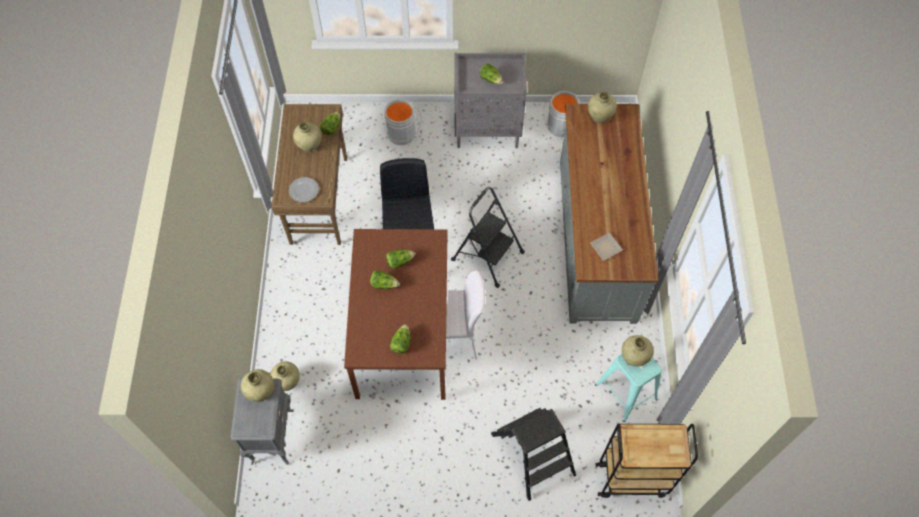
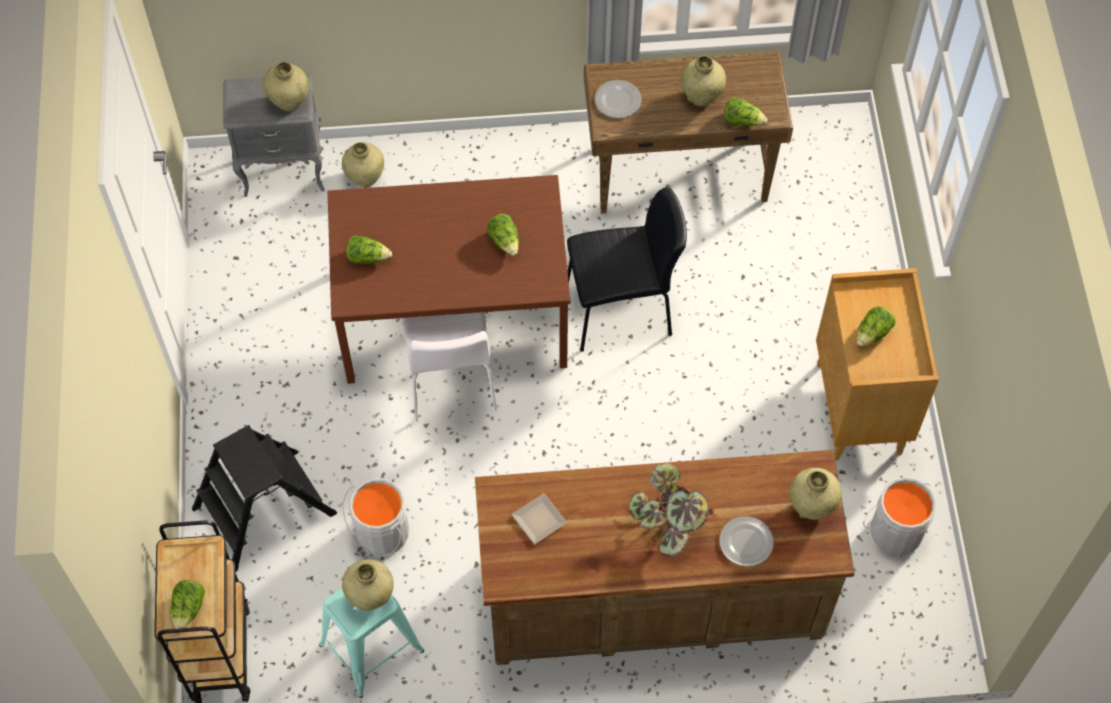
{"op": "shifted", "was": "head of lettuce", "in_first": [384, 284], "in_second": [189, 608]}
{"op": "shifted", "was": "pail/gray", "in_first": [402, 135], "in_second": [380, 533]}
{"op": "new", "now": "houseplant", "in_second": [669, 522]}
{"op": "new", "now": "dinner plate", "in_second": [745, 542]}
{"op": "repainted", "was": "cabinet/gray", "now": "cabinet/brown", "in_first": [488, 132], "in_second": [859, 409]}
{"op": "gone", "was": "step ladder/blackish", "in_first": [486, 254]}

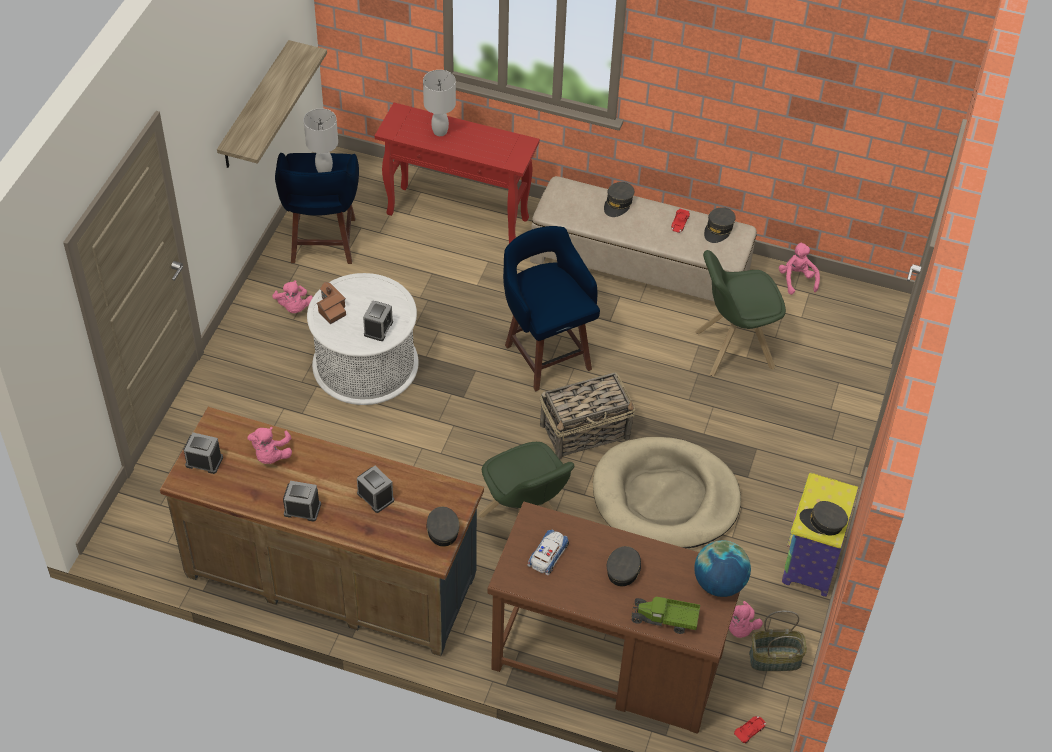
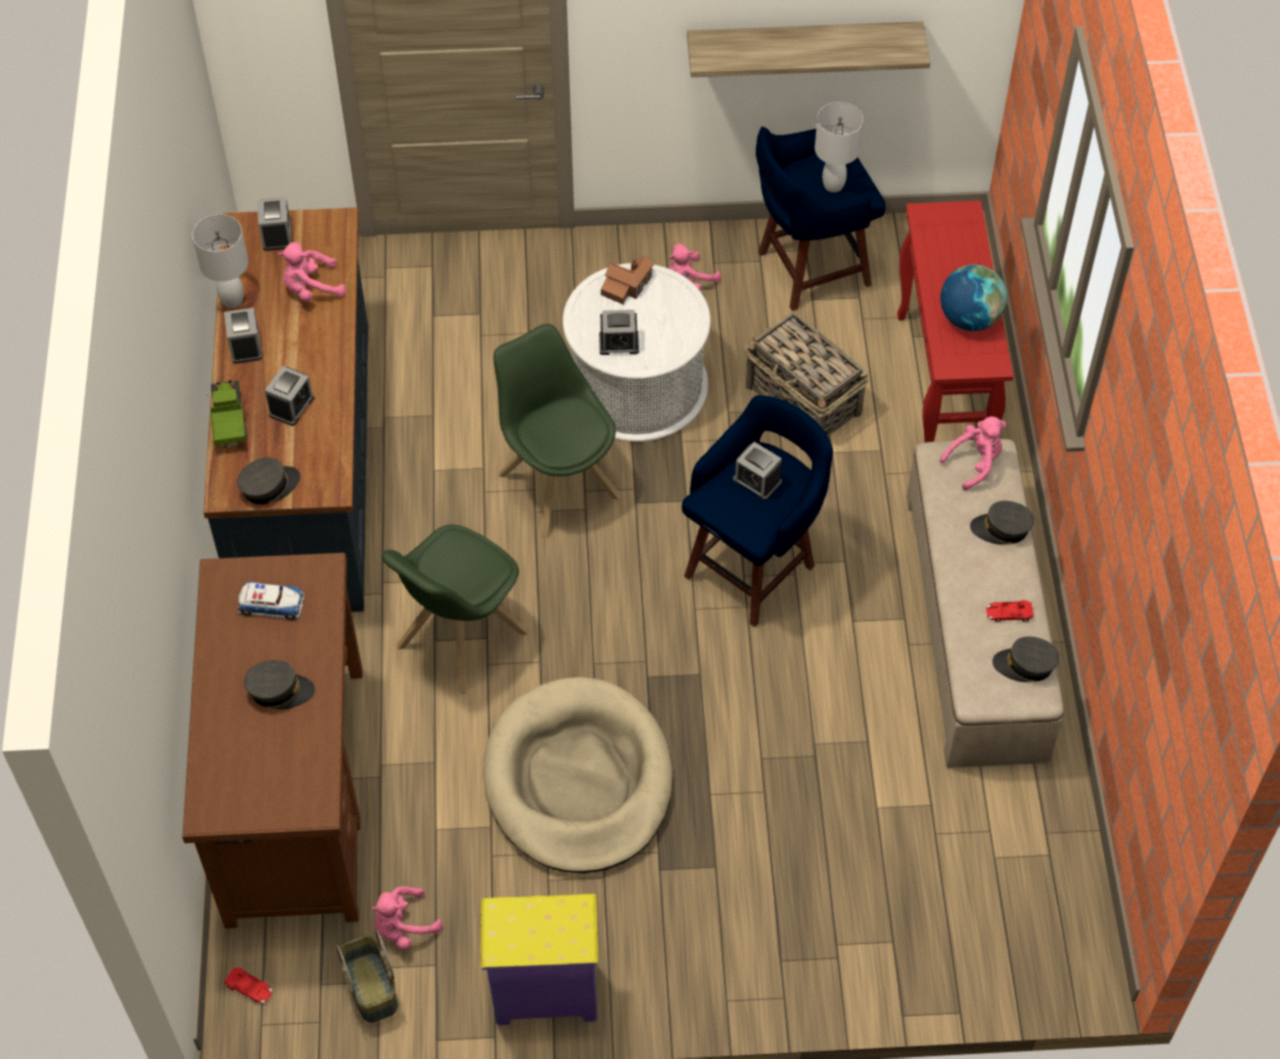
{"op": "shifted", "was": "table lamp/white-coloured", "in_first": [439, 131], "in_second": [233, 299]}
{"op": "shifted", "was": "model truck", "in_first": [665, 620], "in_second": [229, 421]}
{"op": "shifted", "was": "plain chair/greenish", "in_first": [733, 349], "in_second": [557, 485]}
{"op": "new", "now": "table clock", "in_second": [757, 481]}
{"op": "shifted", "was": "household basket", "in_first": [586, 431], "in_second": [804, 401]}
{"op": "shifted", "was": "soft toy/pink", "in_first": [797, 279], "in_second": [975, 463]}
{"op": "shifted", "was": "desk globe", "in_first": [719, 583], "in_second": [969, 318]}
{"op": "gone", "was": "cap/gray", "in_first": [823, 522]}

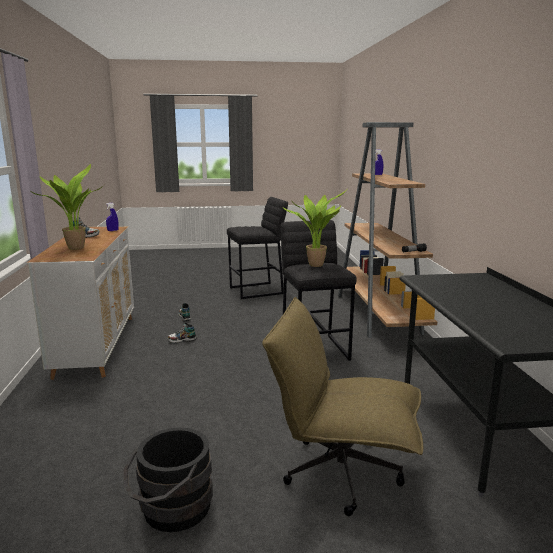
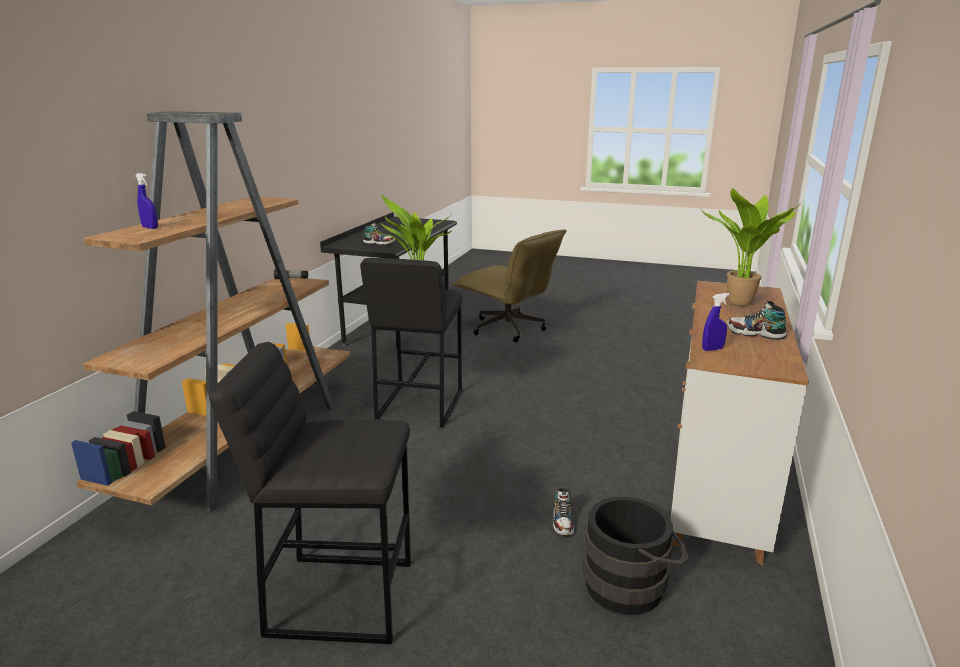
{"op": "shifted", "was": "shoe", "in_first": [182, 340], "in_second": [379, 243]}
{"op": "shifted", "was": "pail/blackish", "in_first": [170, 510], "in_second": [631, 585]}

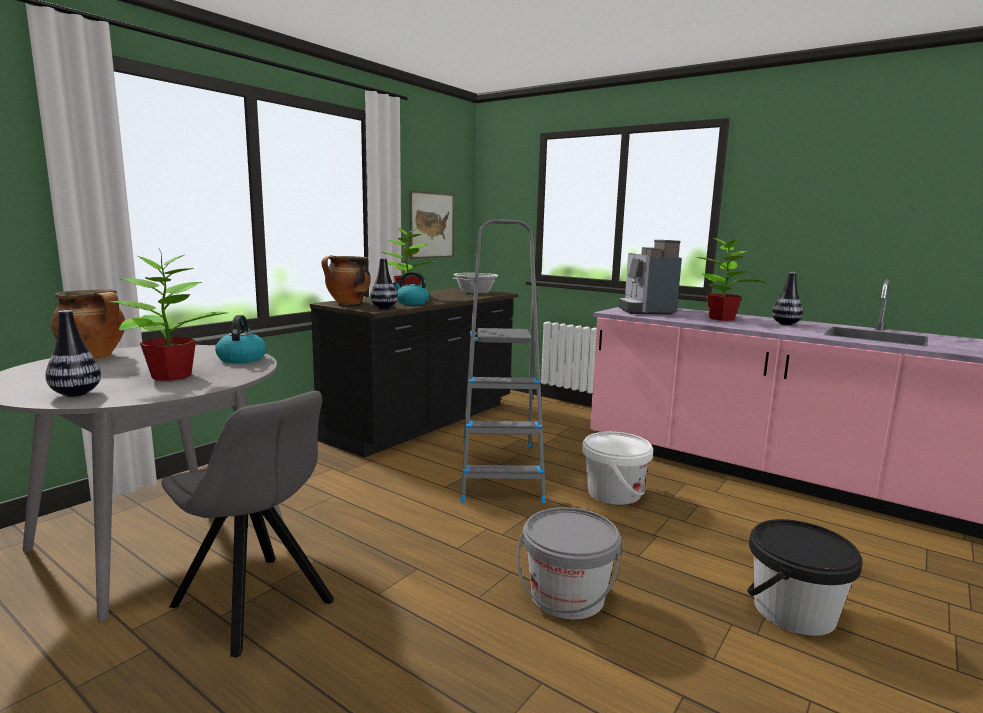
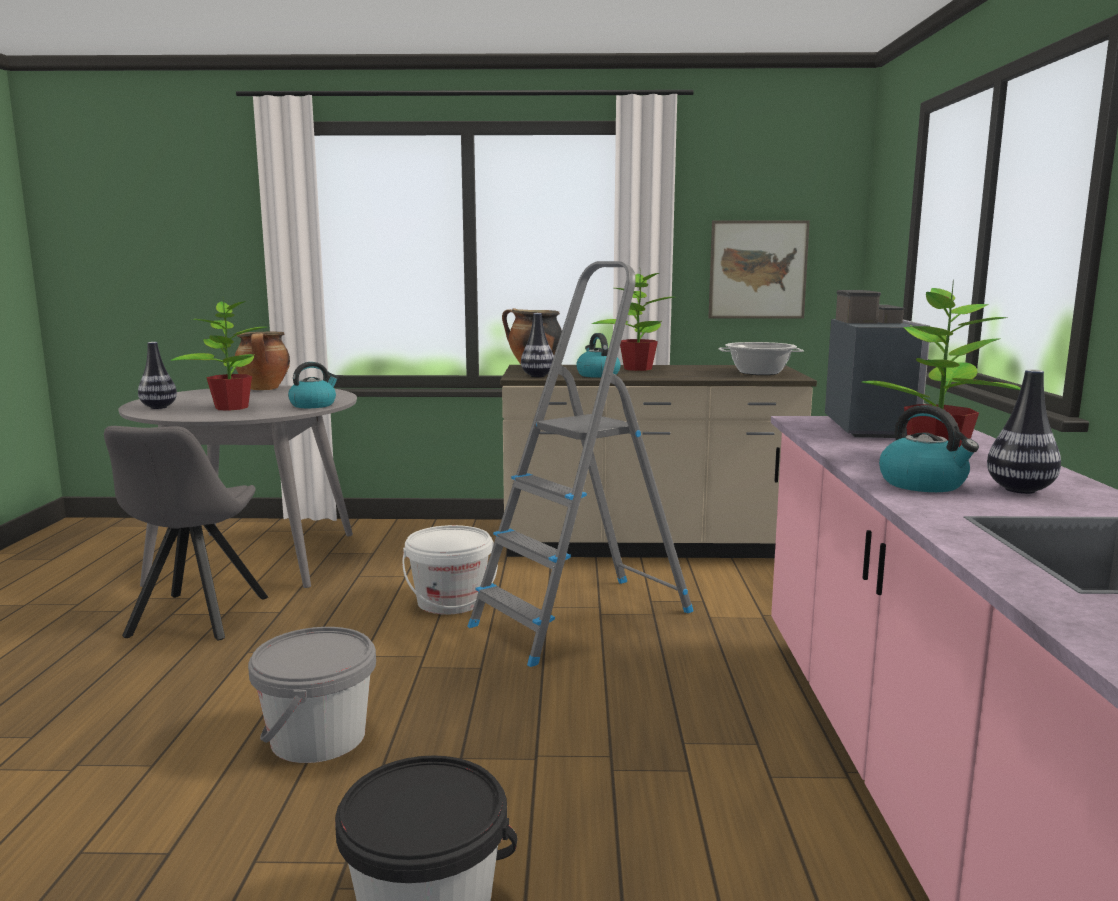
{"op": "shifted", "was": "pail/white-coloured", "in_first": [614, 493], "in_second": [450, 602]}
{"op": "repainted", "was": "kitchen base unit/blackish", "now": "kitchen base unit/sand-coloured", "in_first": [424, 422], "in_second": [648, 546]}
{"op": "rotated", "was": "coffee maker", "in_first": [646, 311], "in_second": [876, 427], "clockwise": 135}
{"op": "new", "now": "kettle", "in_second": [924, 484]}

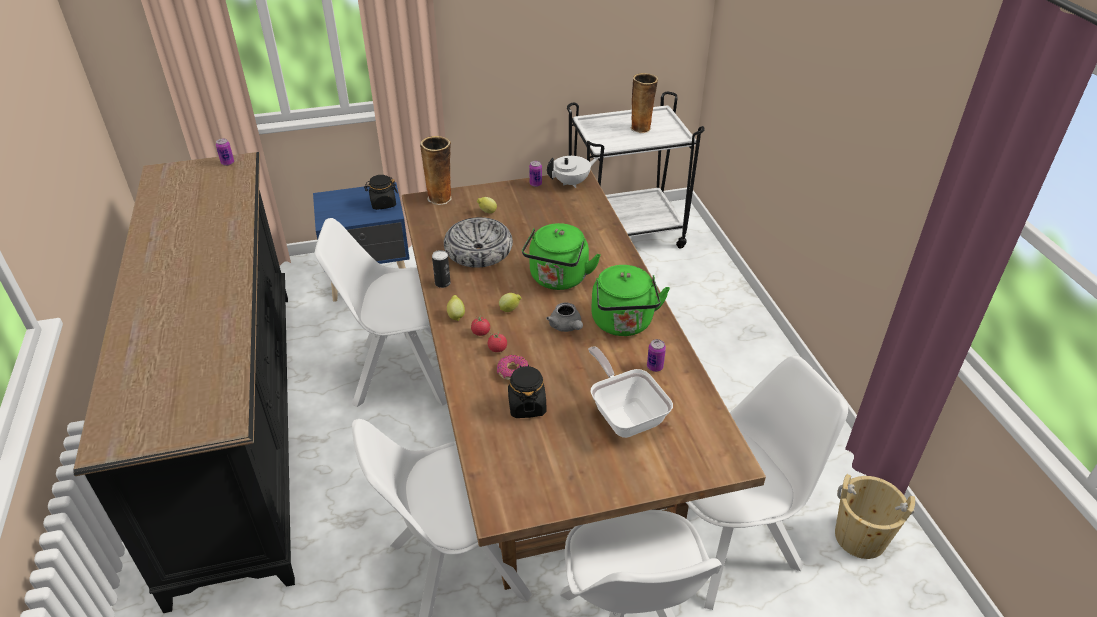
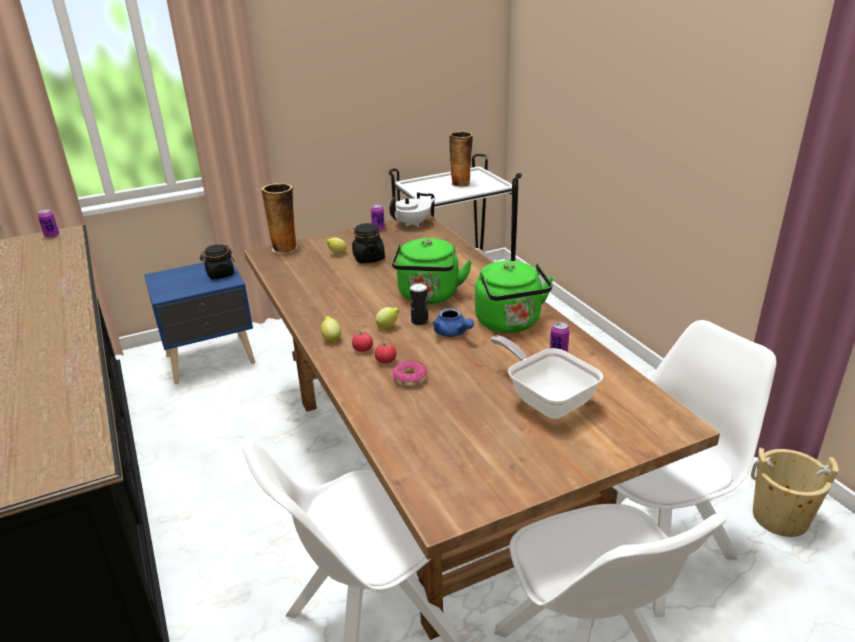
{"op": "shifted", "was": "preserve jar/blackish", "in_first": [527, 406], "in_second": [368, 258]}
{"op": "shifted", "was": "can", "in_first": [442, 283], "in_second": [419, 321]}
{"op": "repainted", "was": "pot for tea/gray", "now": "pot for tea/bluish", "in_first": [566, 327], "in_second": [452, 333]}
{"op": "gone", "was": "plain chair/white-coloured", "in_first": [401, 373]}
{"op": "gone", "was": "deep dish", "in_first": [479, 251]}

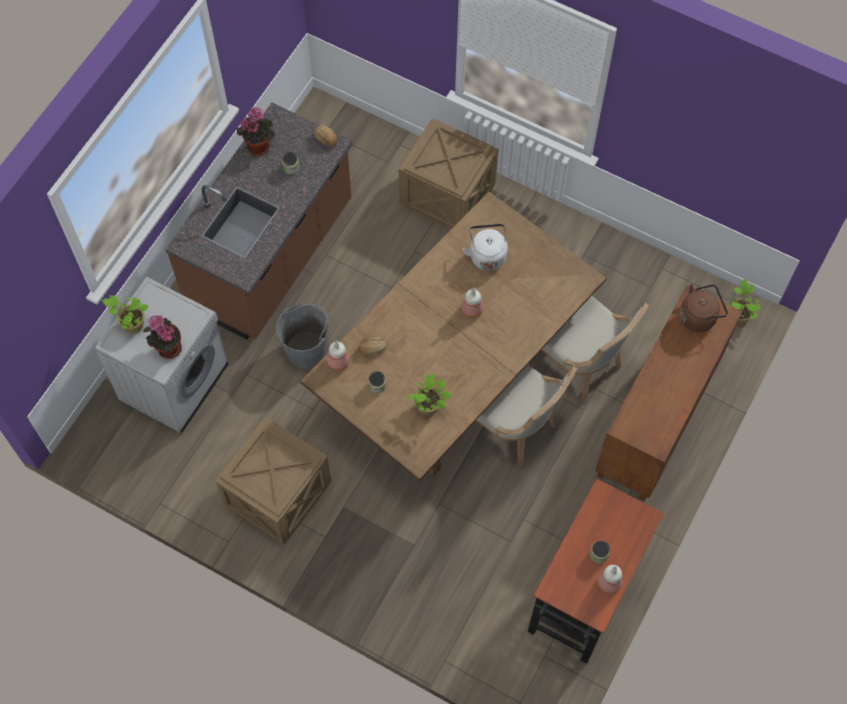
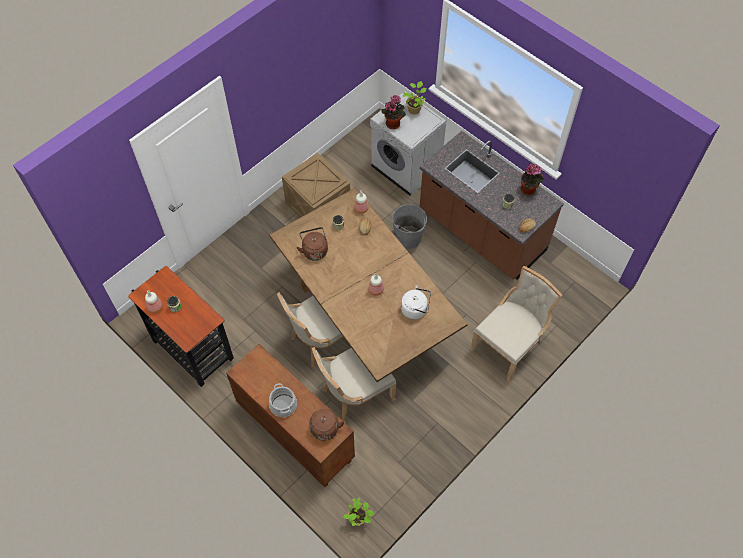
{"op": "new", "now": "cooking pot", "in_second": [283, 405]}
{"op": "swapped", "was": "houseplant", "now": "kettle/brown", "in_first": [429, 407], "in_second": [314, 250]}
{"op": "swapped", "was": "packing crate", "now": "plain chair/sand-coloured", "in_first": [446, 194], "in_second": [509, 345]}

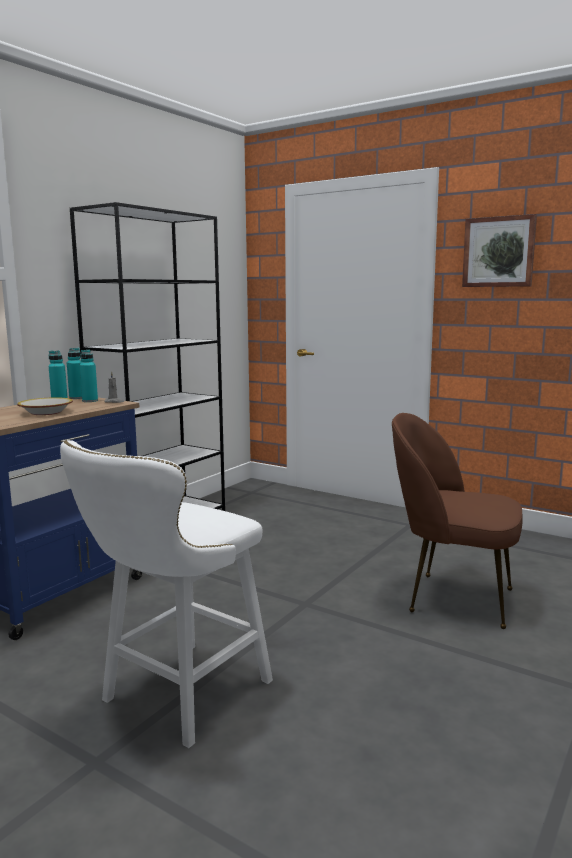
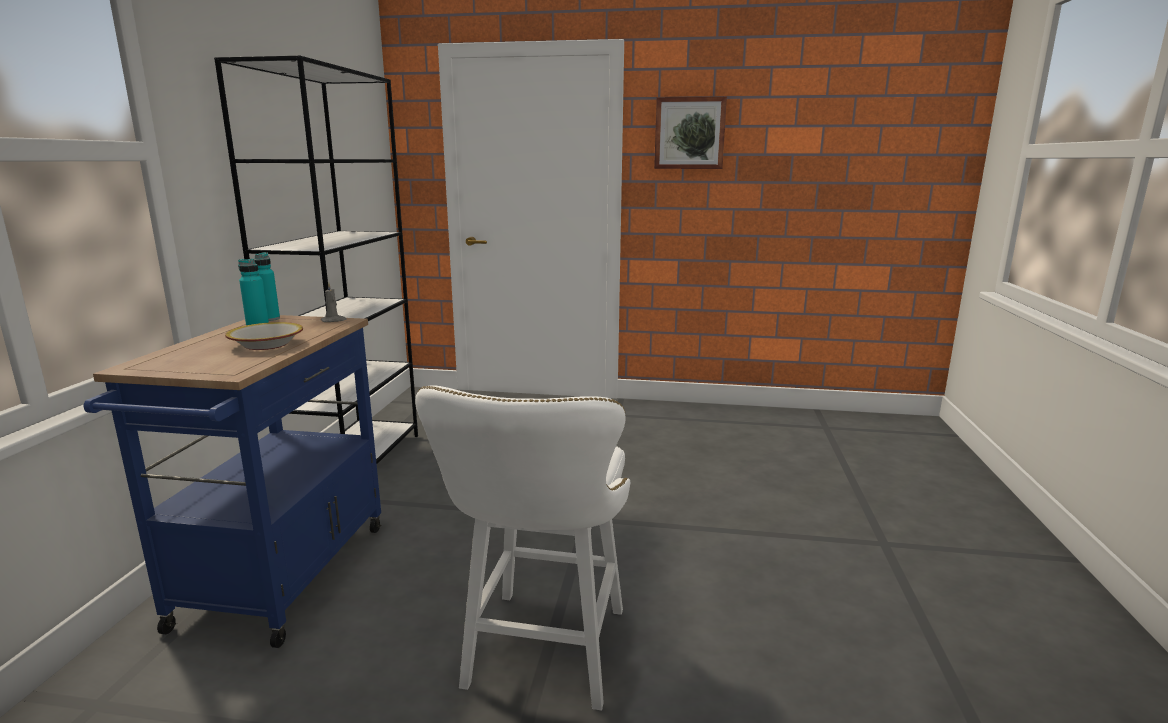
{"op": "gone", "was": "beverage bottle/turquoise-coloured", "in_first": [90, 401]}
{"op": "gone", "was": "plain chair/brown", "in_first": [451, 598]}

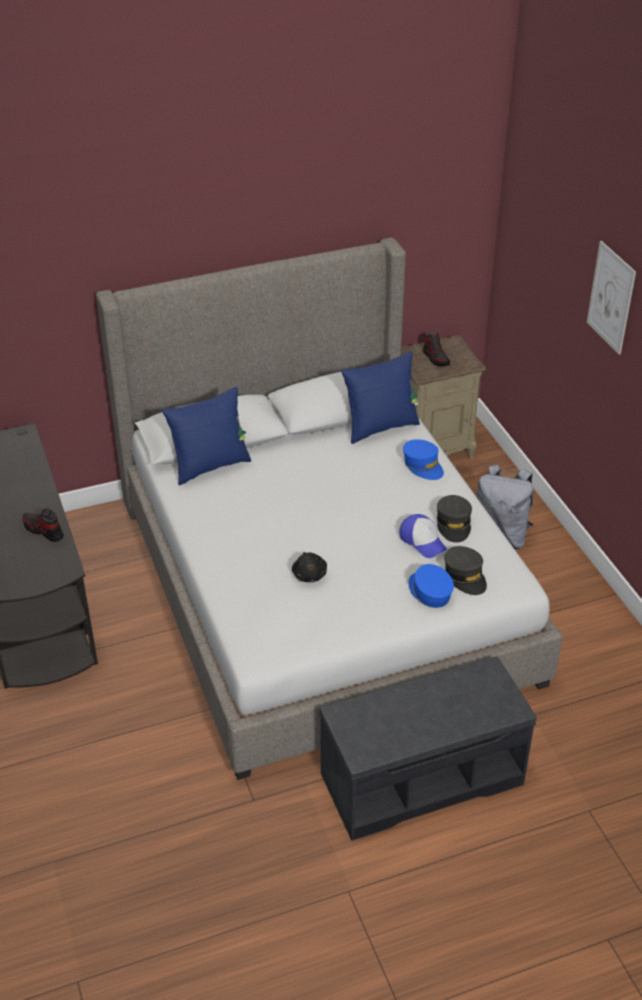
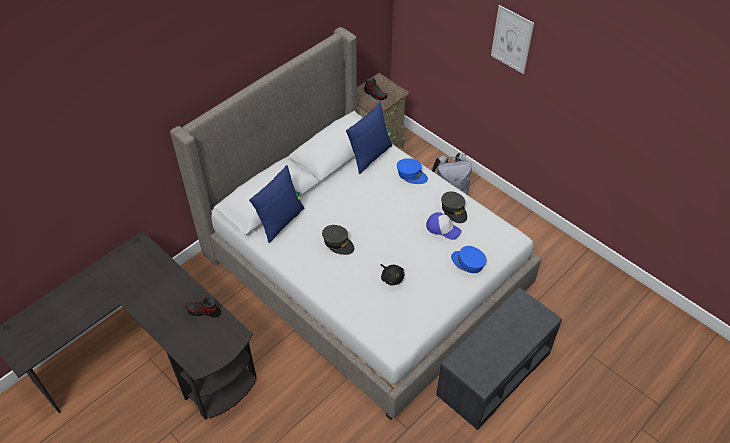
{"op": "shifted", "was": "cap/gray", "in_first": [465, 576], "in_second": [338, 243]}

